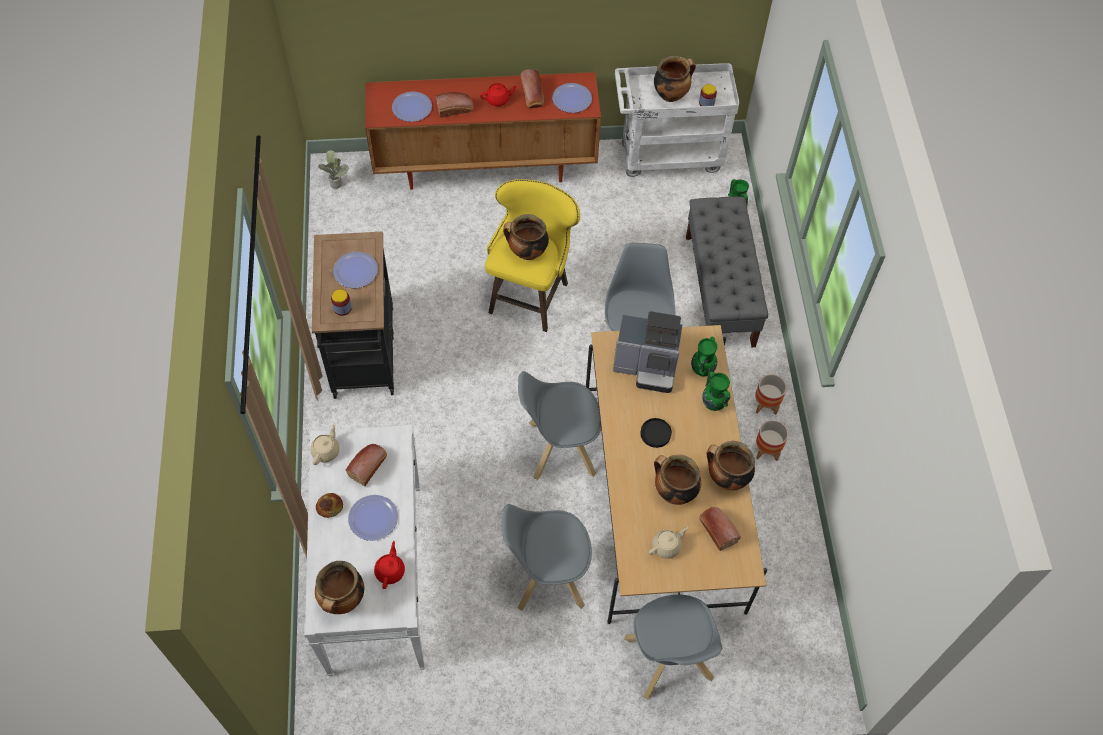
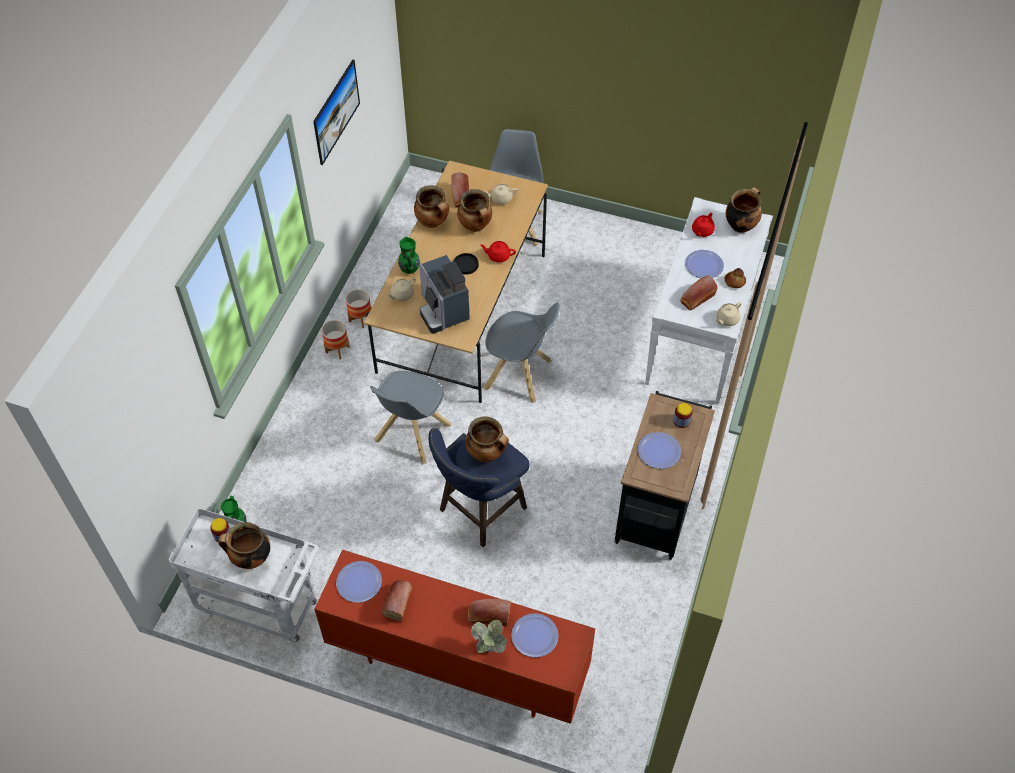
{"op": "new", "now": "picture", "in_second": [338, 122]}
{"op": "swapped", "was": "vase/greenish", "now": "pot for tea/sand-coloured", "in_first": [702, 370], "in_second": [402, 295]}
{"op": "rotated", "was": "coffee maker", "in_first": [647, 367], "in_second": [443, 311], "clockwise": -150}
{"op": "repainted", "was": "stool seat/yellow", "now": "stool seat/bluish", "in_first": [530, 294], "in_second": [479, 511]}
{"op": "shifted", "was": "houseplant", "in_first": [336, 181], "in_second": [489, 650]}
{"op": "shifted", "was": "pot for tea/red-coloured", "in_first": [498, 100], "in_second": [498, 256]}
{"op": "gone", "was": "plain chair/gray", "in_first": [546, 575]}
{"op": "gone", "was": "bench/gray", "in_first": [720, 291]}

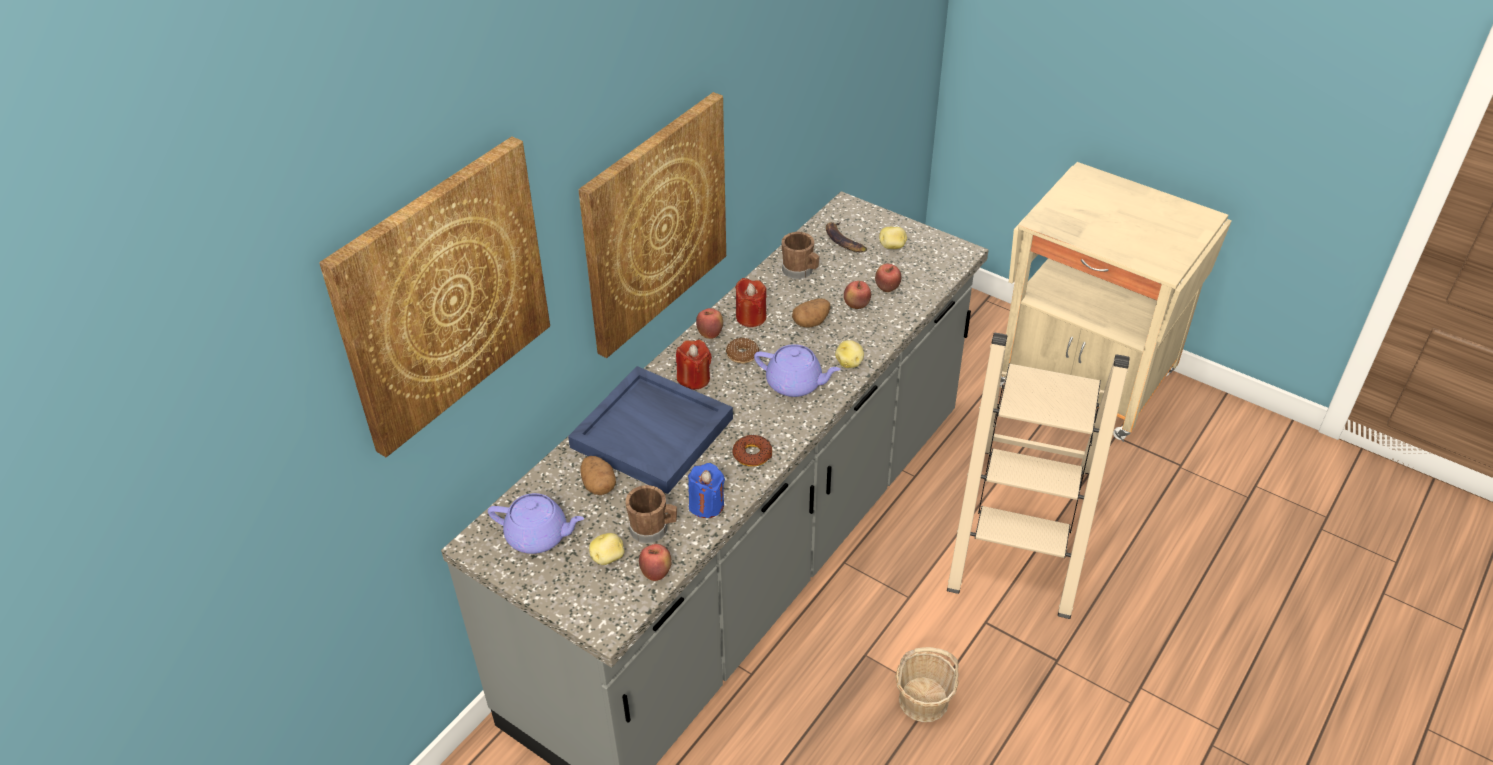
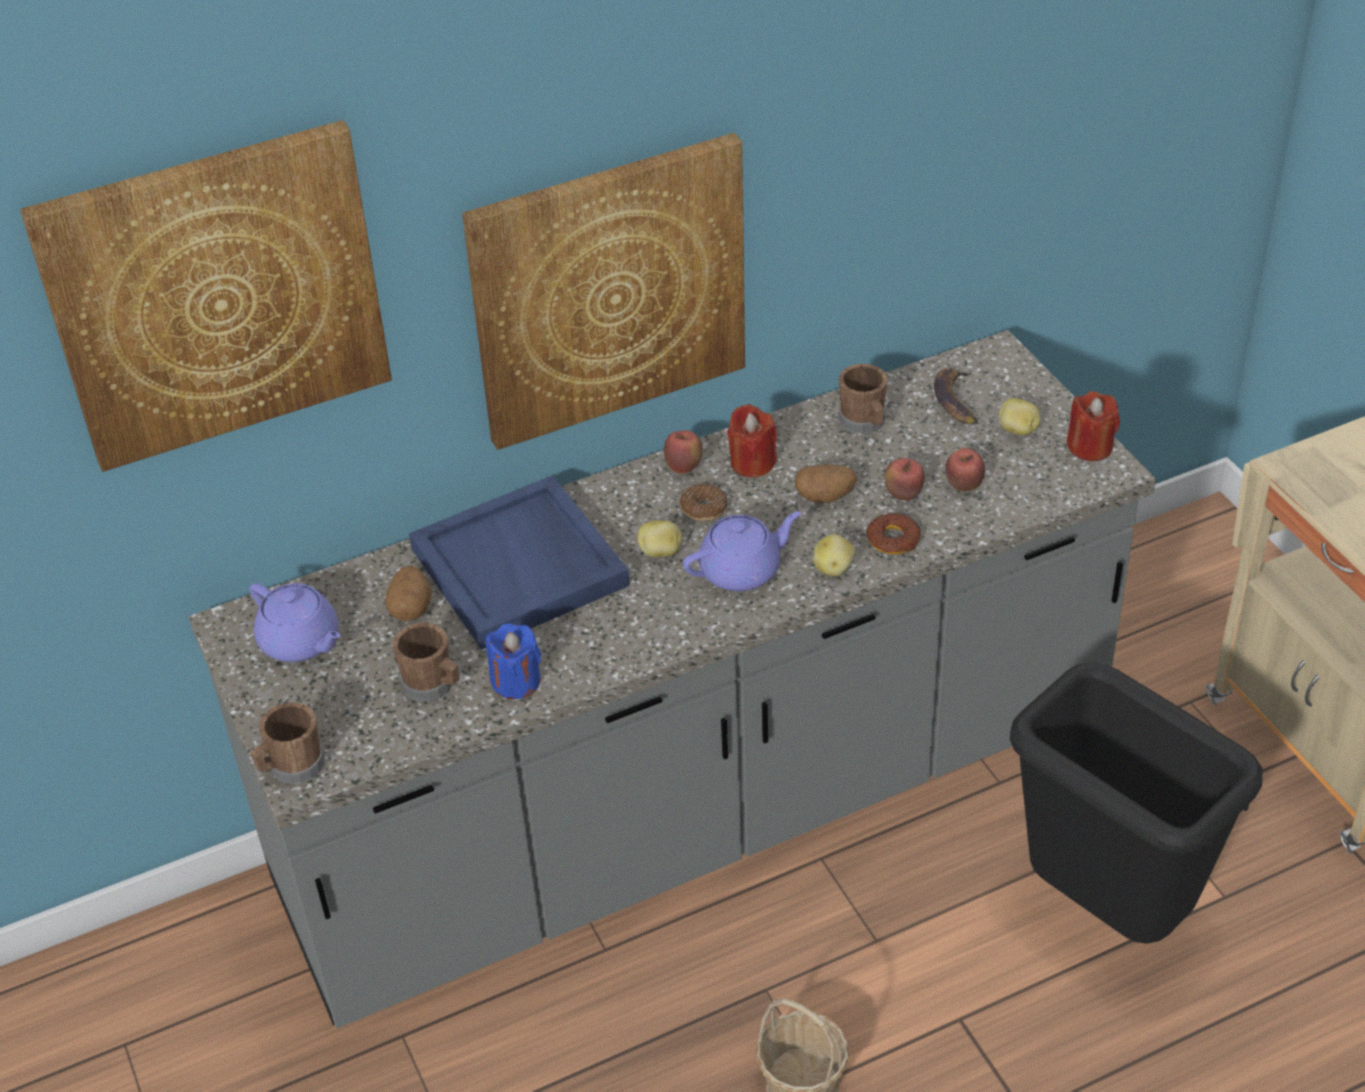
{"op": "new", "now": "tea mug/brown", "in_second": [292, 767]}
{"op": "shifted", "was": "potato", "in_first": [608, 558], "in_second": [661, 552]}
{"op": "rotated", "was": "pot for tea/purplish", "in_first": [795, 384], "in_second": [742, 570], "clockwise": -75}
{"op": "shifted", "was": "ring doughnut", "in_first": [752, 454], "in_second": [893, 539]}
{"op": "swapped", "was": "step ladder/sand-coloured", "now": "rubbish bin/blackish", "in_first": [1023, 525], "in_second": [1108, 911]}
{"op": "shifted", "was": "candle/red-coloured", "in_first": [694, 378], "in_second": [1090, 446]}
{"op": "gone", "was": "apple fruit", "in_first": [656, 573]}

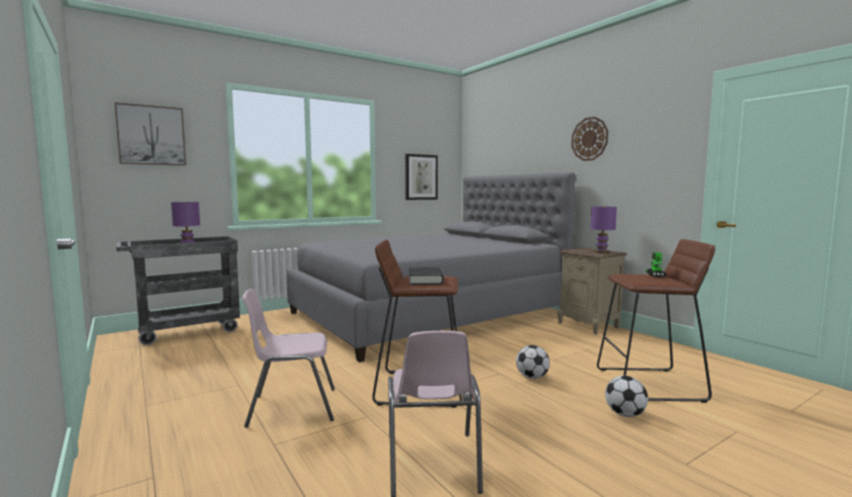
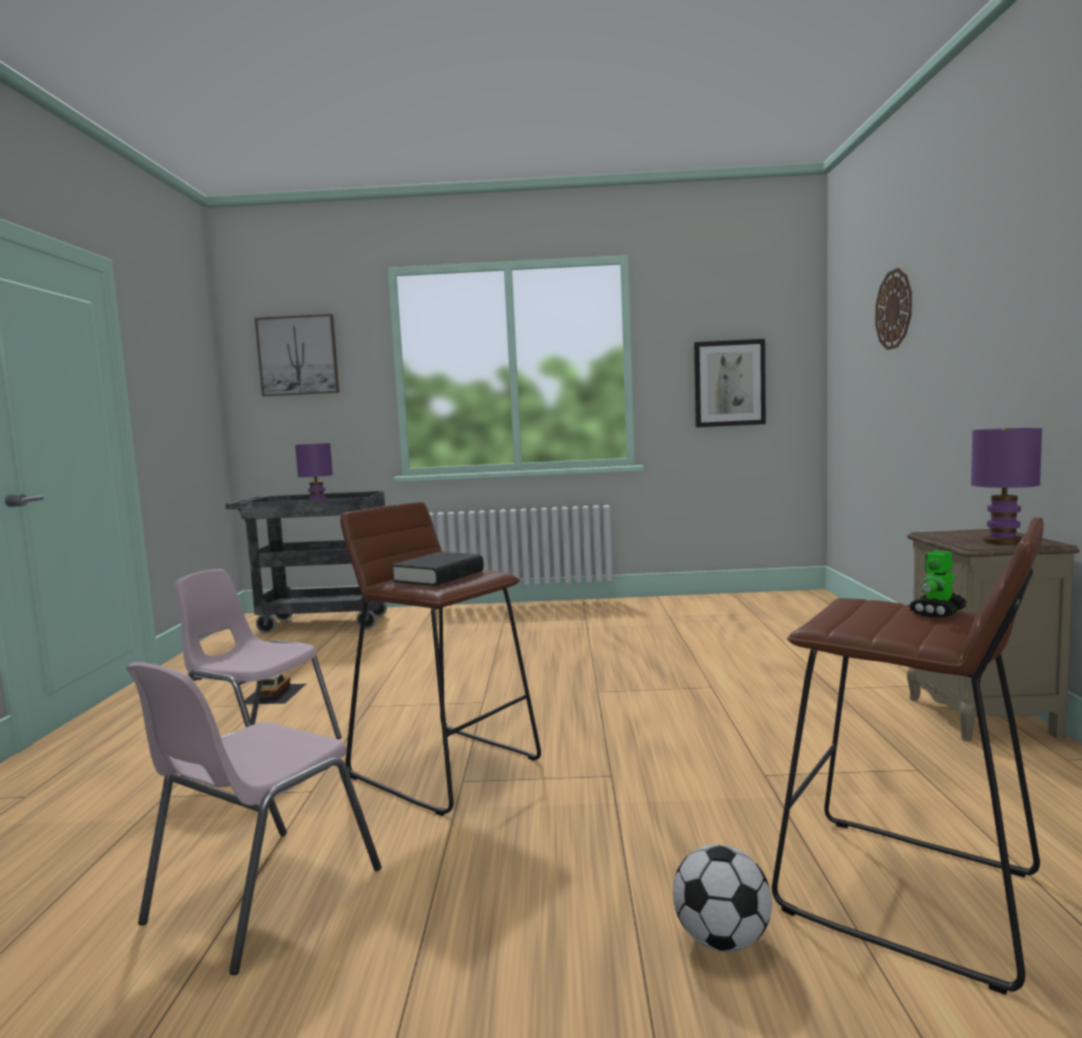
{"op": "new", "now": "miniature car", "in_second": [273, 693]}
{"op": "shifted", "was": "hanging clock", "in_first": [589, 139], "in_second": [894, 309]}
{"op": "gone", "was": "sleeping bed/gray", "in_first": [429, 313]}
{"op": "gone", "was": "ball for football", "in_first": [532, 377]}

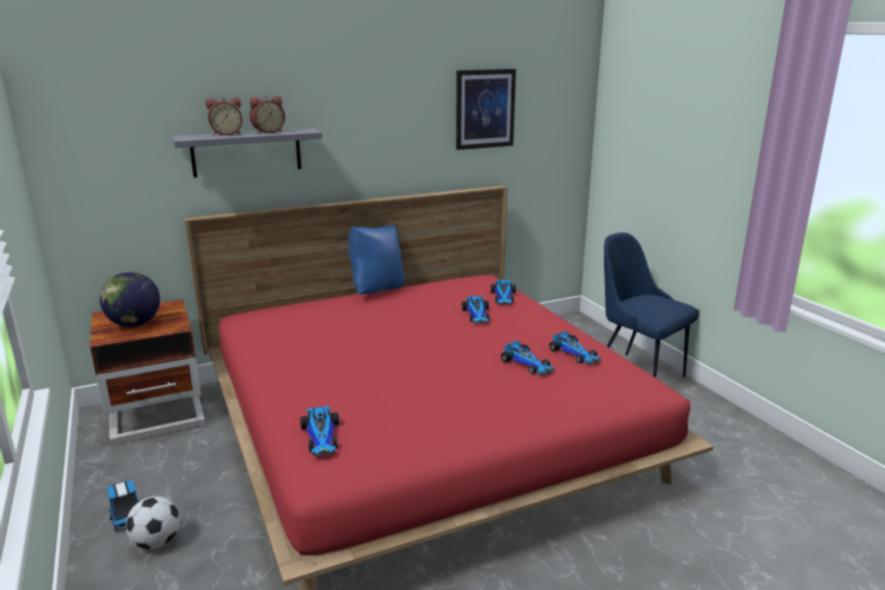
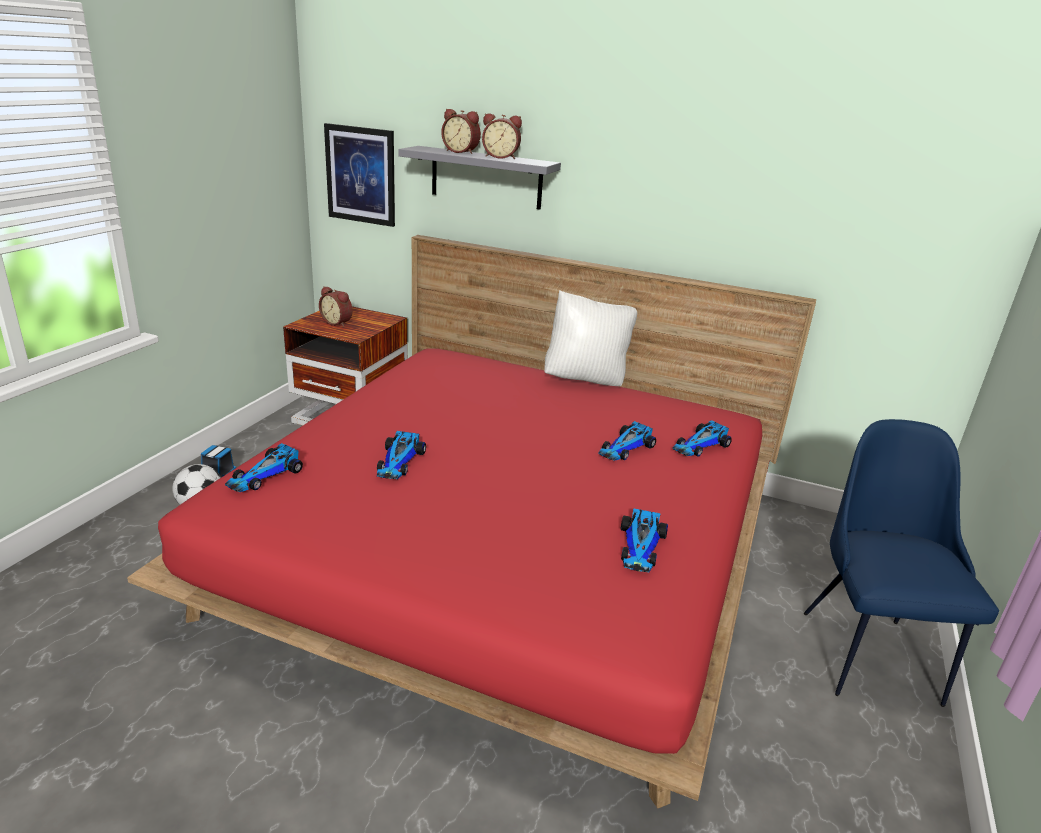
{"op": "swapped", "was": "desk globe", "now": "table clock", "in_first": [135, 324], "in_second": [338, 323]}
{"op": "shifted", "was": "picture", "in_first": [485, 109], "in_second": [361, 175]}
{"op": "shifted", "was": "miniature car", "in_first": [527, 364], "in_second": [399, 462]}
{"op": "repainted", "was": "cushion/bluish", "now": "cushion/white-coloured", "in_first": [377, 291], "in_second": [586, 380]}

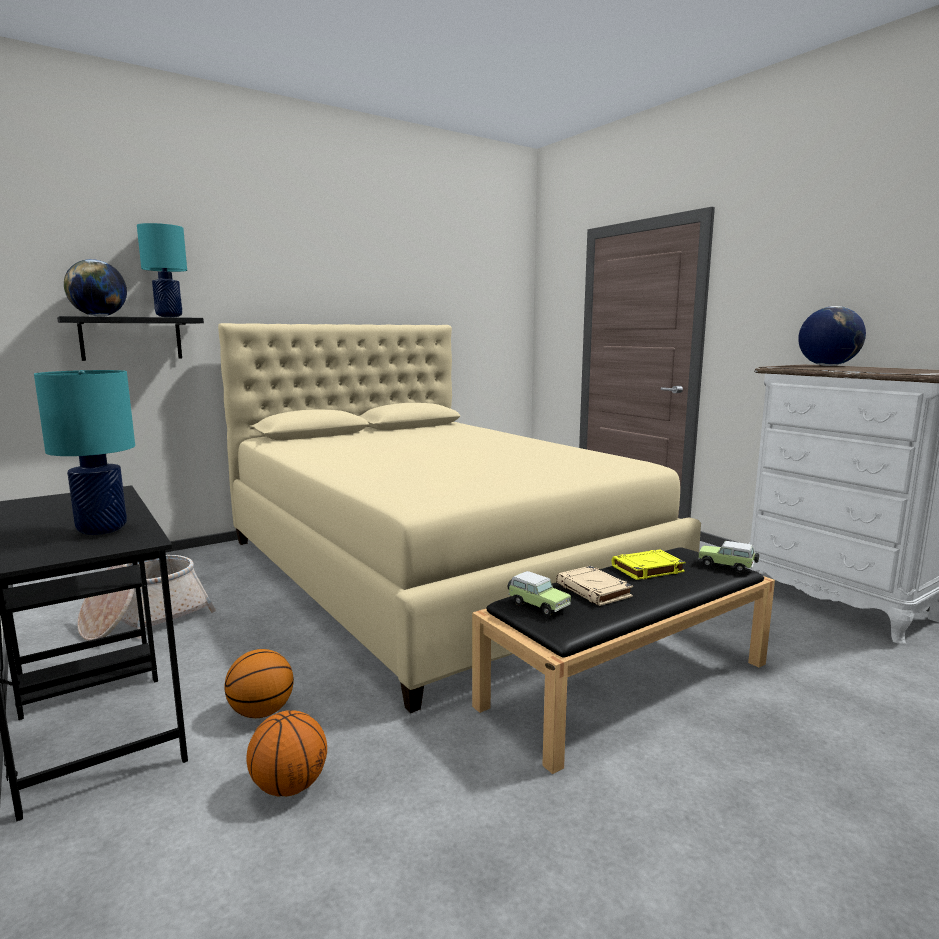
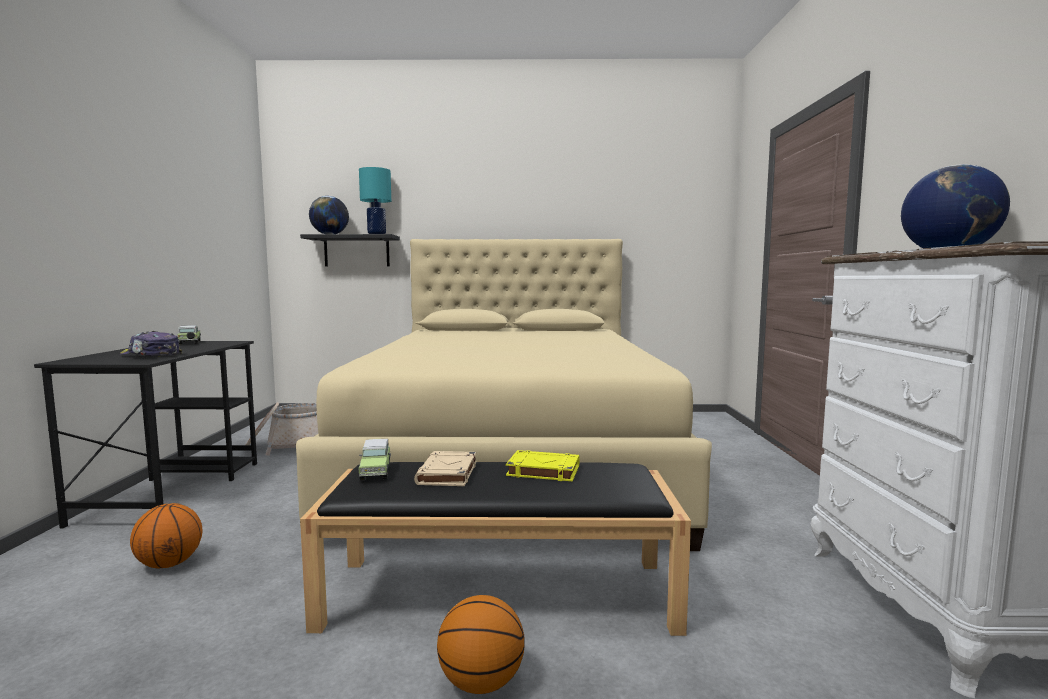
{"op": "swapped", "was": "table lamp/turquoise-coloured", "now": "cap", "in_first": [103, 531], "in_second": [150, 355]}
{"op": "shifted", "was": "miniature car", "in_first": [727, 566], "in_second": [189, 343]}
{"op": "shifted", "was": "basketball ball", "in_first": [261, 712], "in_second": [481, 682]}

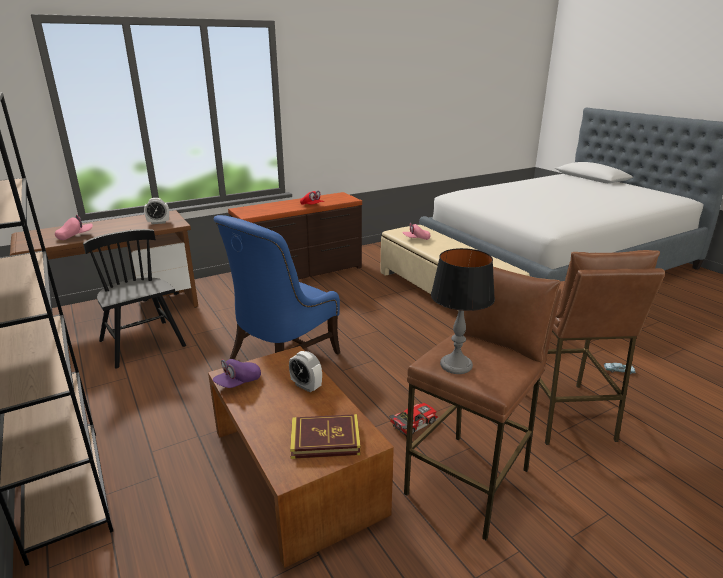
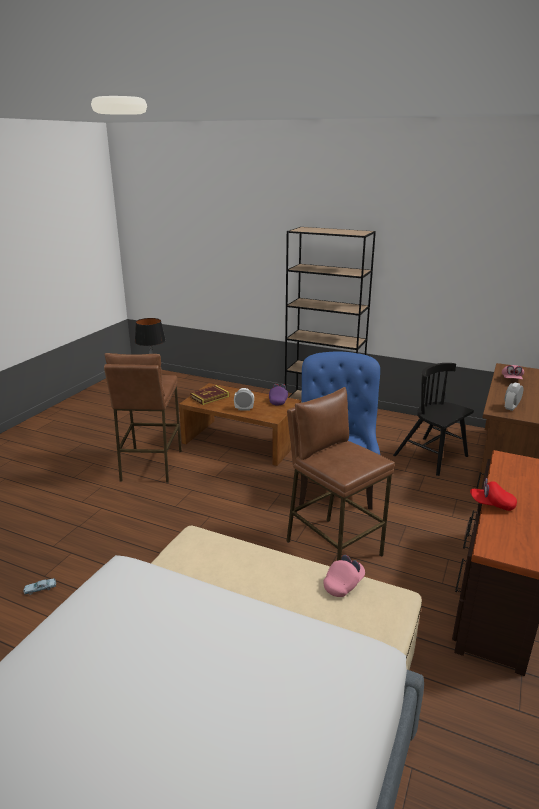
{"op": "shifted", "was": "stool seat/brown", "in_first": [562, 413], "in_second": [333, 548]}
{"op": "rotated", "was": "plain chair/blackish", "in_first": [144, 345], "in_second": [434, 457], "clockwise": -150}
{"op": "gone", "was": "miniature car", "in_first": [413, 422]}

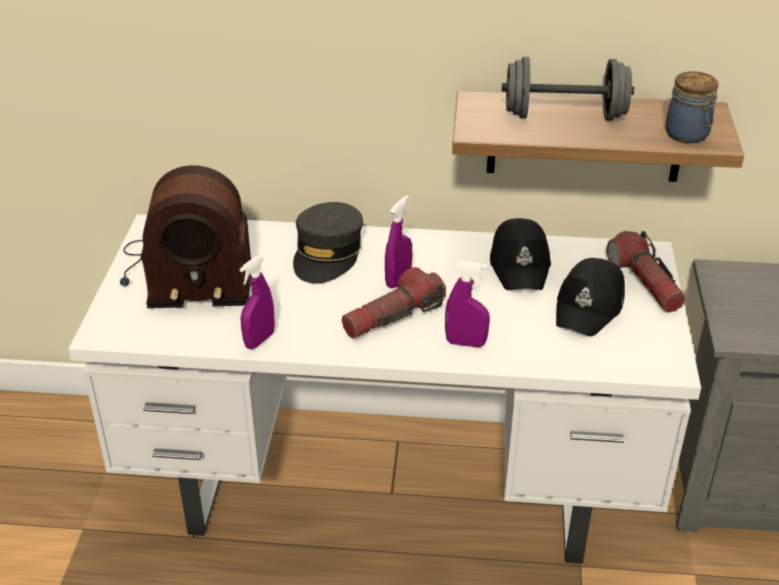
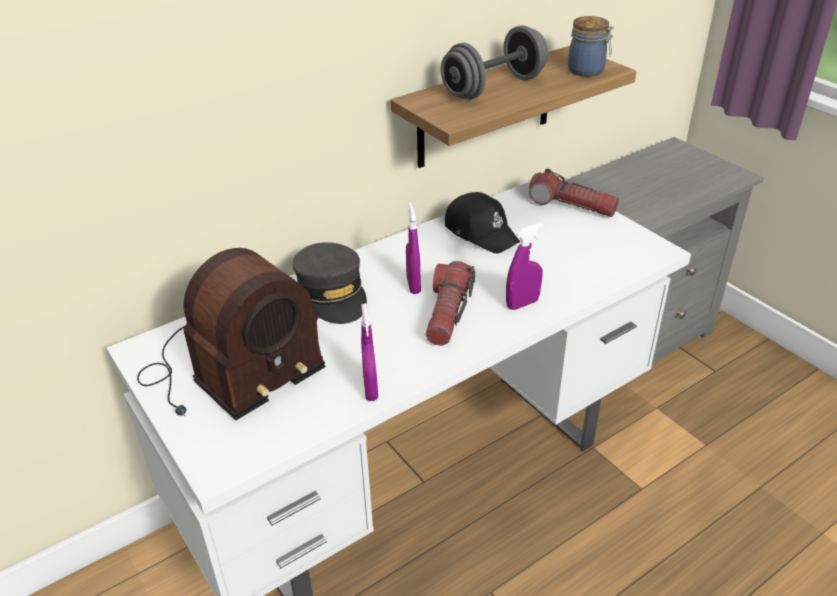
{"op": "gone", "was": "cap/blackish", "in_first": [590, 306]}

